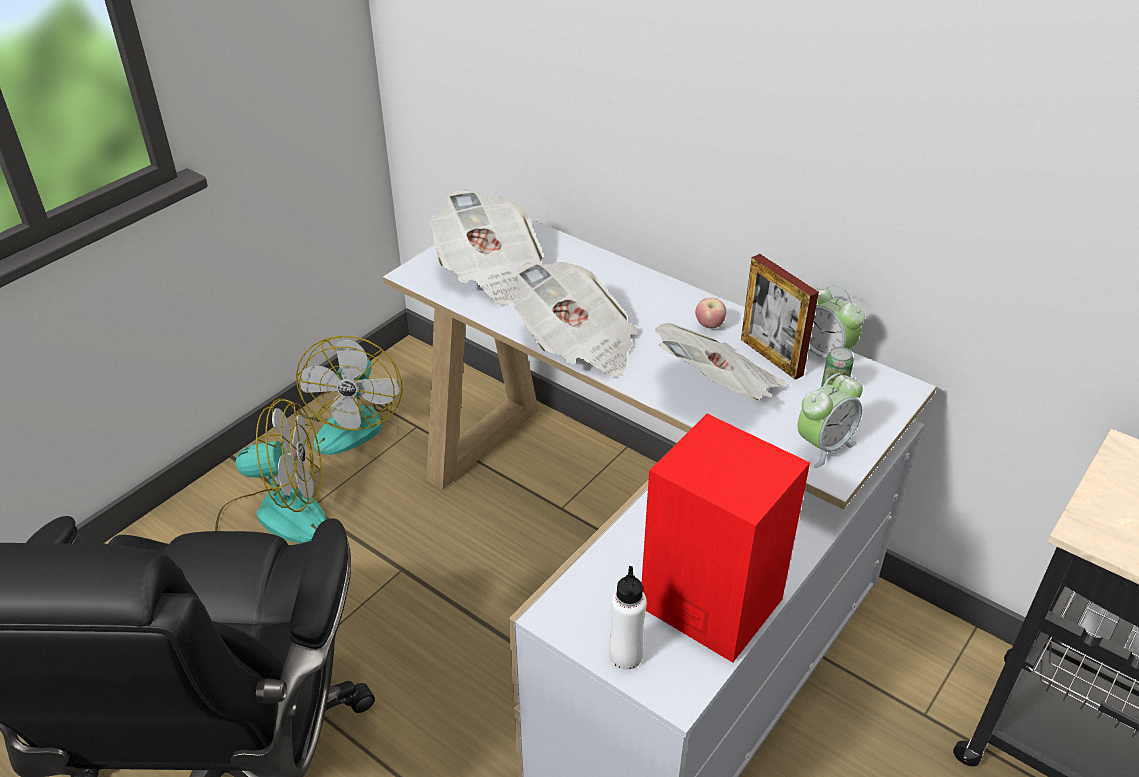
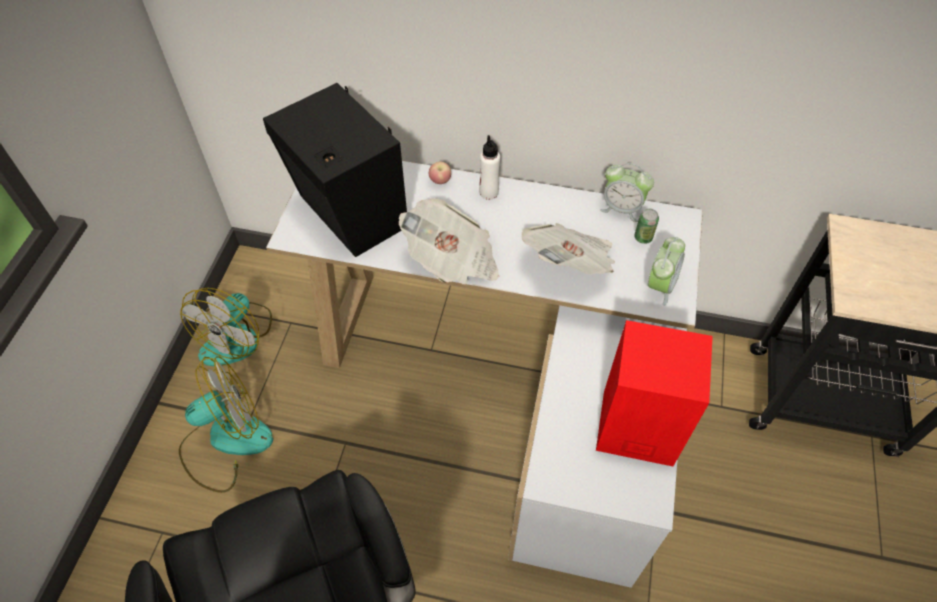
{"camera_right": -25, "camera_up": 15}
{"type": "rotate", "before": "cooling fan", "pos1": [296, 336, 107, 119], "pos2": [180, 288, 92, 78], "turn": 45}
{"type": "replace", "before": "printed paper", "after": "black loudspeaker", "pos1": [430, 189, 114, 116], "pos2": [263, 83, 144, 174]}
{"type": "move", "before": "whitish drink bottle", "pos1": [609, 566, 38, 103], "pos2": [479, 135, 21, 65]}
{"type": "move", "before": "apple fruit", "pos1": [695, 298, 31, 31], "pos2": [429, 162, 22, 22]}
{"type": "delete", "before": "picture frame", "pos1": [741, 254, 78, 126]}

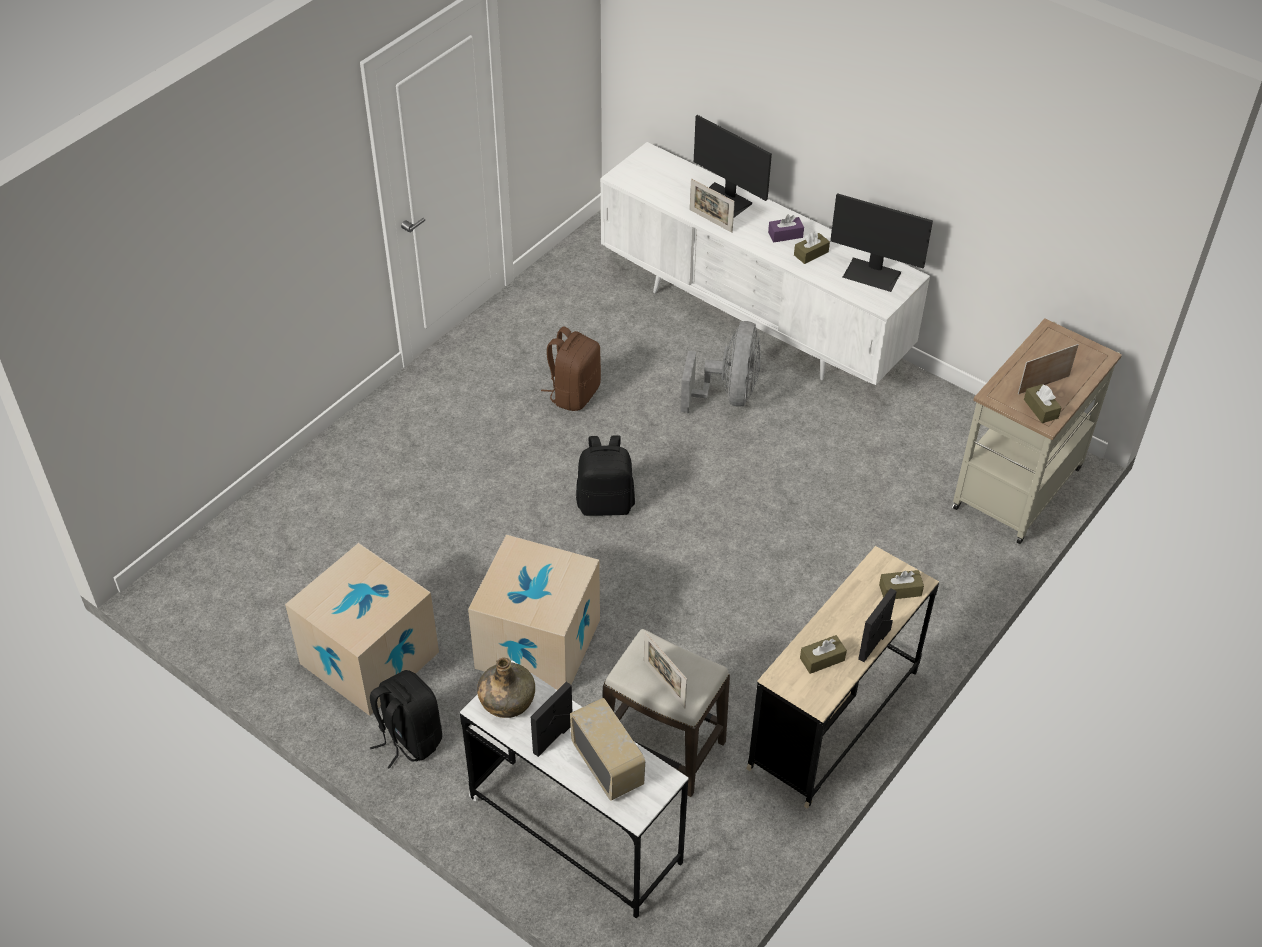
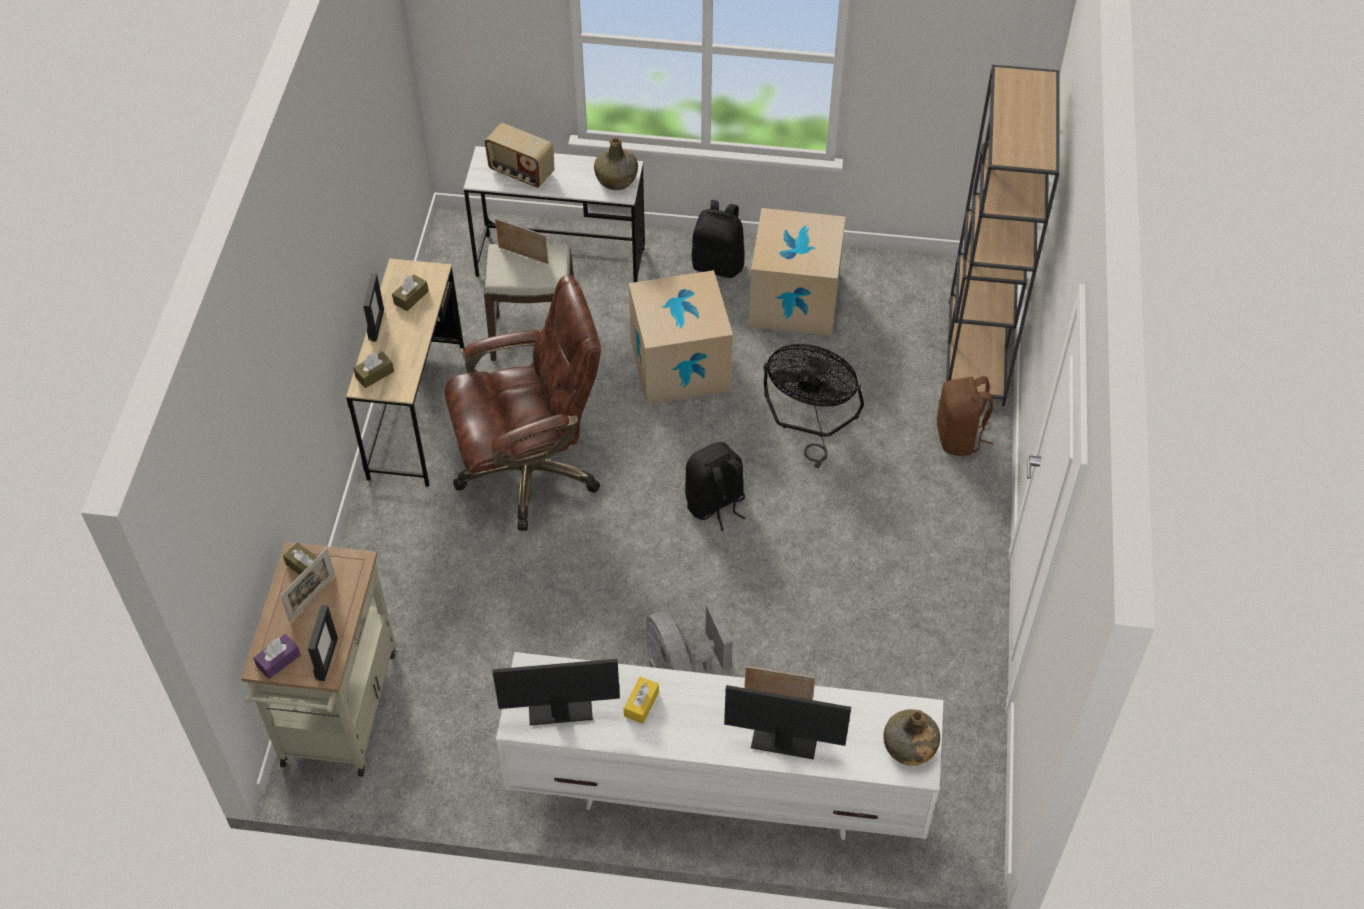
{"camera_right": 150, "camera_up": 5}
{"type": "move", "before": "picture frame", "pos1": [531, 682, 41, 75], "pos2": [308, 605, 30, 76]}
{"type": "move", "before": "brownish backpack", "pos1": [541, 326, 60, 85], "pos2": [937, 376, 57, 80]}
{"type": "move", "before": "purple-coloured tissue box", "pos1": [768, 215, 36, 28], "pos2": [253, 634, 48, 45]}
{"type": "recolor", "before": "brownish tissue box", "after": "yellow tissue box", "pos1": [794, 231, 36, 33], "pos2": [624, 677, 35, 47]}
{"type": "insert", "after": "brownish computer chair", "pos2": [445, 275, 156, 256]}
{"type": "insert", "after": "black cooling fan", "pos2": [763, 344, 101, 124]}
{"type": "insert", "after": "green drink bottle", "pos2": [883, 709, 57, 57]}
{"type": "insert", "after": "bookcase", "pos2": [946, 65, 114, 341]}

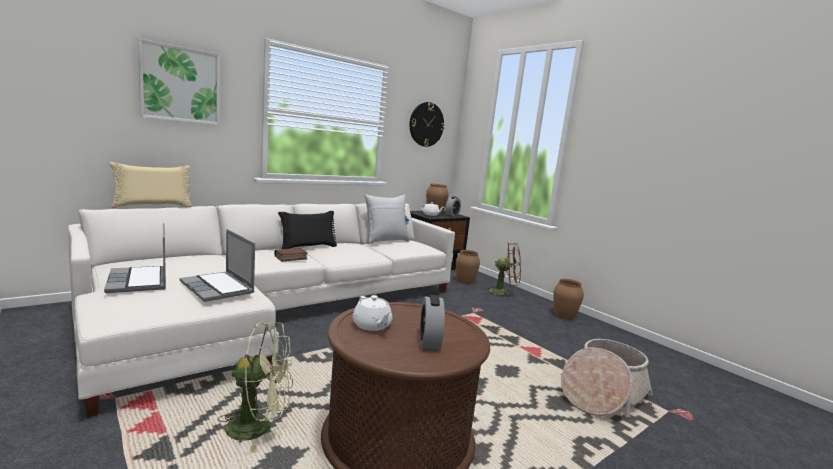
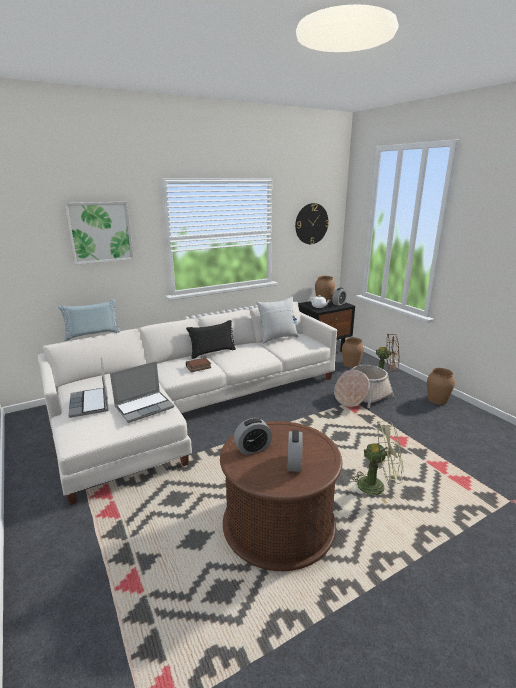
{"camera_right": 10, "camera_up": 10}
{"type": "recolor", "before": "beige throw pillow", "after": "bluish throw pillow", "pos1": [109, 162, 83, 46], "pos2": [58, 299, 63, 42]}
{"type": "rotate", "before": "portable computer", "pos1": [179, 229, 76, 73], "pos2": [110, 361, 64, 62], "turn": -90}
{"type": "move", "before": "green cooling fan", "pos1": [218, 322, 75, 131], "pos2": [349, 421, 55, 83]}
{"type": "replace", "before": "whitish tea pot", "after": "bedside clock", "pos1": [353, 295, 39, 36], "pos2": [234, 418, 38, 37]}
{"type": "move", "before": "storage basket", "pos1": [561, 339, 92, 79], "pos2": [334, 365, 61, 43]}

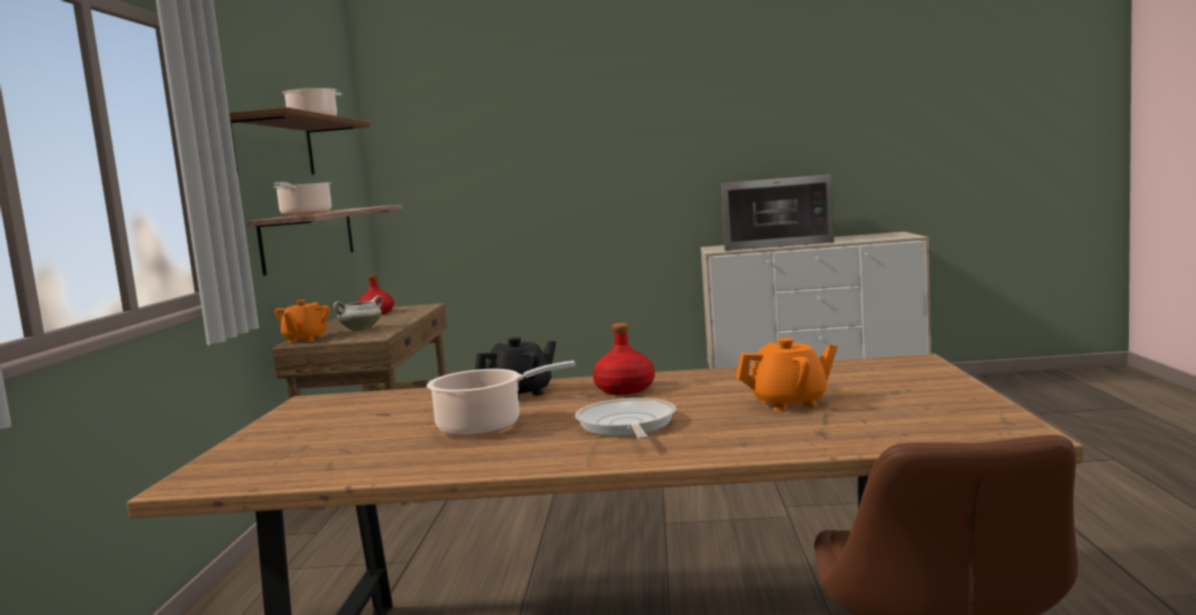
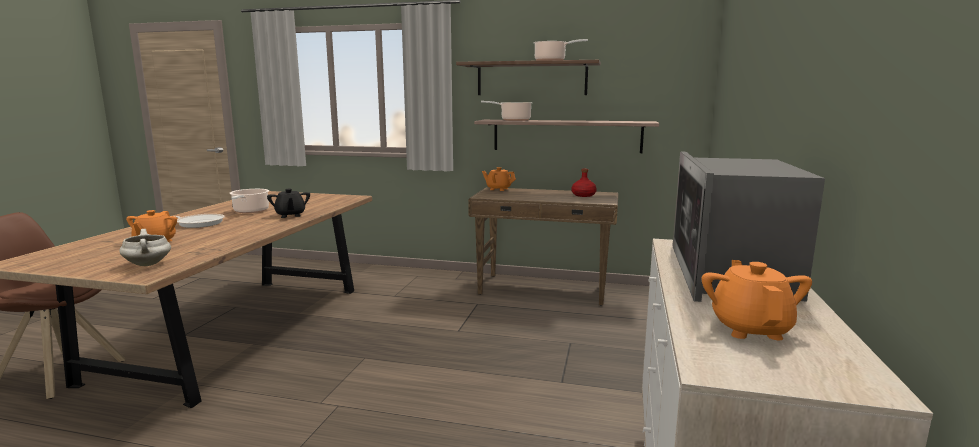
{"camera_right": 100, "camera_up": 5}
{"type": "move", "before": "whitish saucepot", "pos1": [333, 295, 50, 36], "pos2": [119, 229, 52, 37]}
{"type": "delete", "before": "red drink bottle", "pos1": [593, 323, 62, 72]}
{"type": "insert", "after": "orangey tea pot", "pos2": [702, 260, 110, 80]}

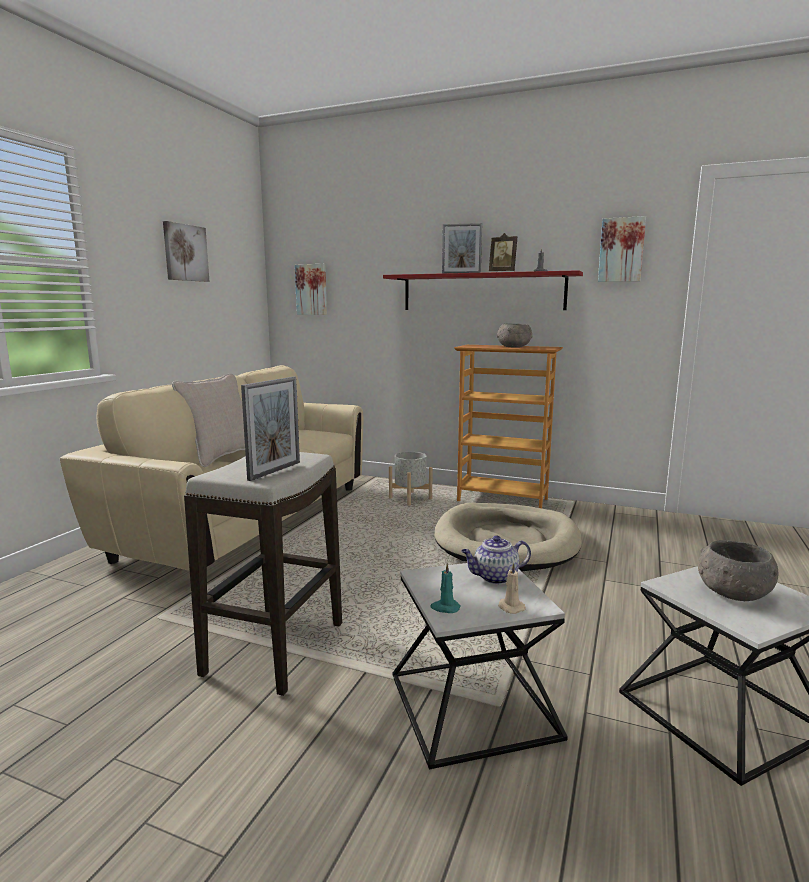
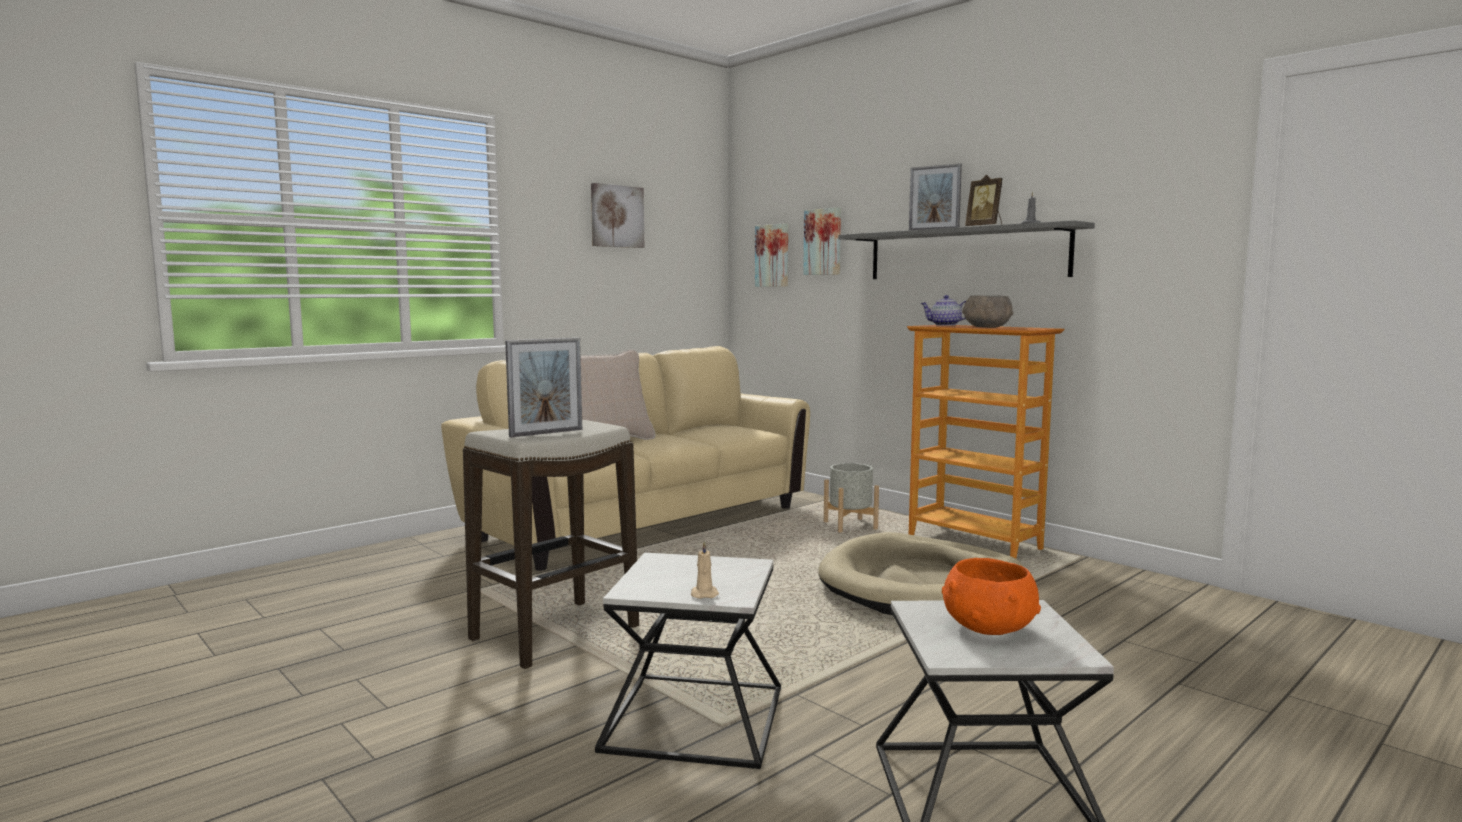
{"camera_right": 25, "camera_up": -5}
{"type": "recolor", "before": "red shelf", "after": "grey shelf", "pos1": [383, 270, 200, 40], "pos2": [838, 220, 257, 59]}
{"type": "delete", "before": "turquoise wax candle", "pos1": [430, 563, 30, 50]}
{"type": "move", "before": "tea pot", "pos1": [461, 536, 70, 48], "pos2": [920, 295, 46, 31]}
{"type": "move", "before": "wall art", "pos1": [598, 216, 48, 66], "pos2": [803, 207, 38, 68]}
{"type": "recolor", "before": "grey deep dish", "after": "orangey deep dish", "pos1": [698, 540, 80, 61], "pos2": [942, 558, 99, 77]}

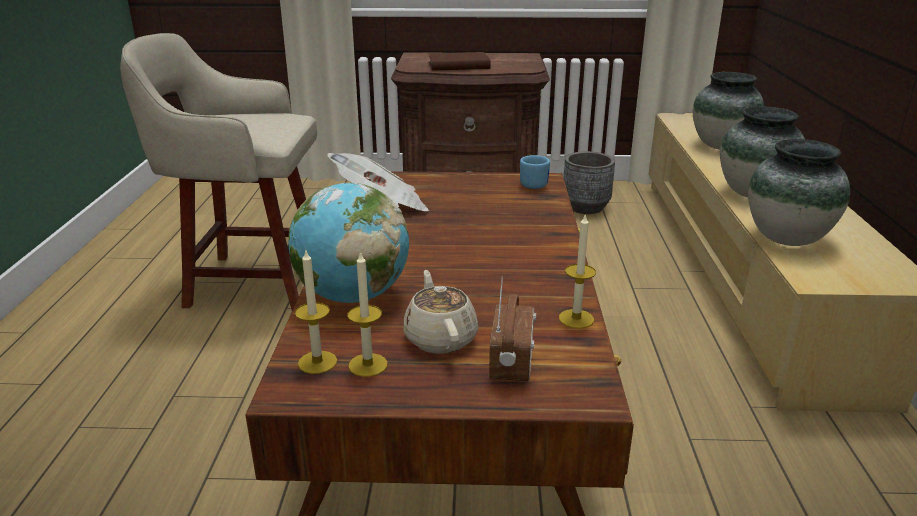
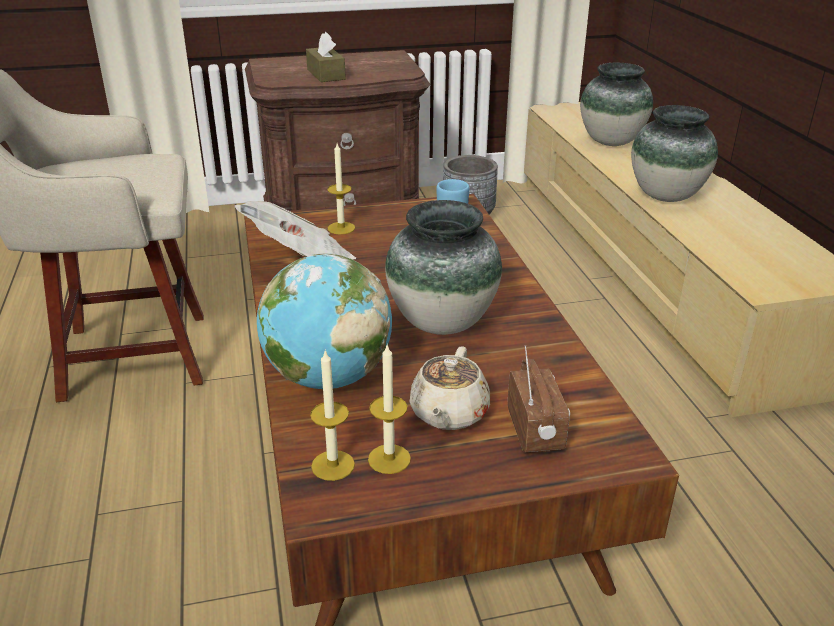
{"camera_right": -15, "camera_up": 5}
{"type": "rotate", "before": "beige tea pot", "pos1": [403, 270, 75, 84], "pos2": [410, 346, 80, 84], "turn": -135}
{"type": "replace", "before": "brownish book", "after": "brownish tissue box", "pos1": [428, 52, 62, 19], "pos2": [306, 32, 40, 50]}
{"type": "move", "before": "wax candle", "pos1": [559, 213, 37, 116], "pos2": [327, 143, 28, 92]}
{"type": "move", "before": "flower vase", "pos1": [748, 139, 102, 107], "pos2": [385, 200, 117, 135]}

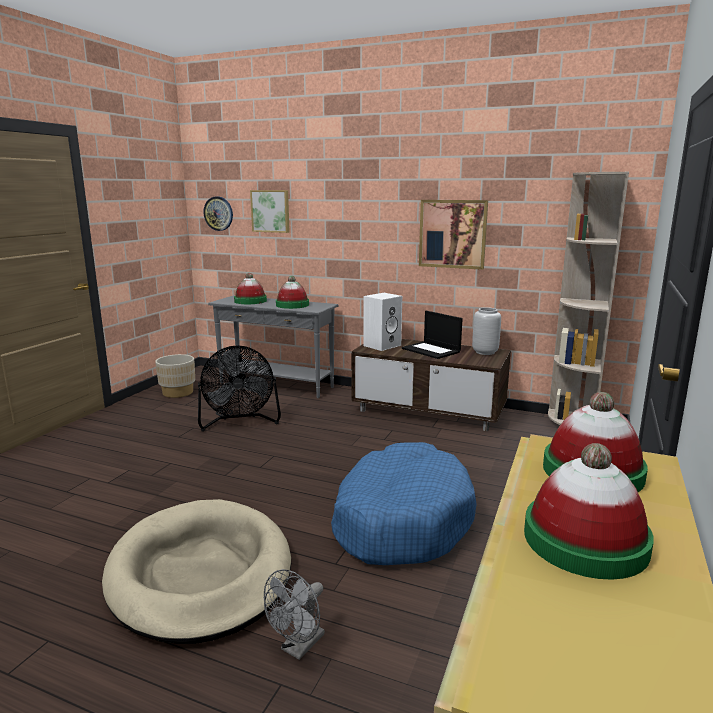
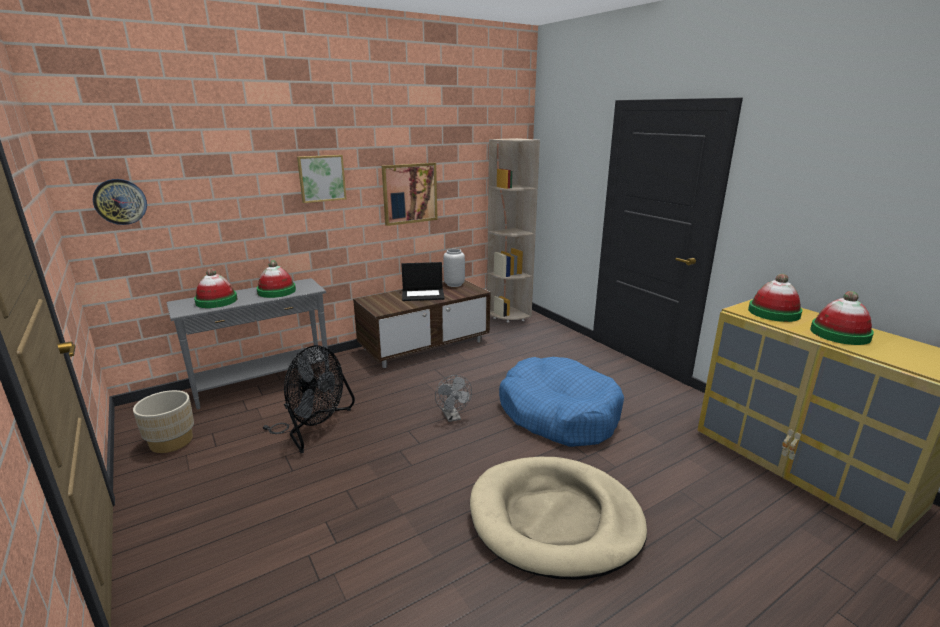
{"camera_right": -55, "camera_up": 5}
{"type": "move", "before": "wall art", "pos1": [250, 190, 40, 43], "pos2": [297, 155, 49, 48]}
{"type": "move", "before": "grey cooling fan", "pos1": [264, 569, 61, 91], "pos2": [435, 375, 37, 47]}
{"type": "delete", "before": "whitish loudspeaker", "pos1": [363, 293, 39, 58]}

